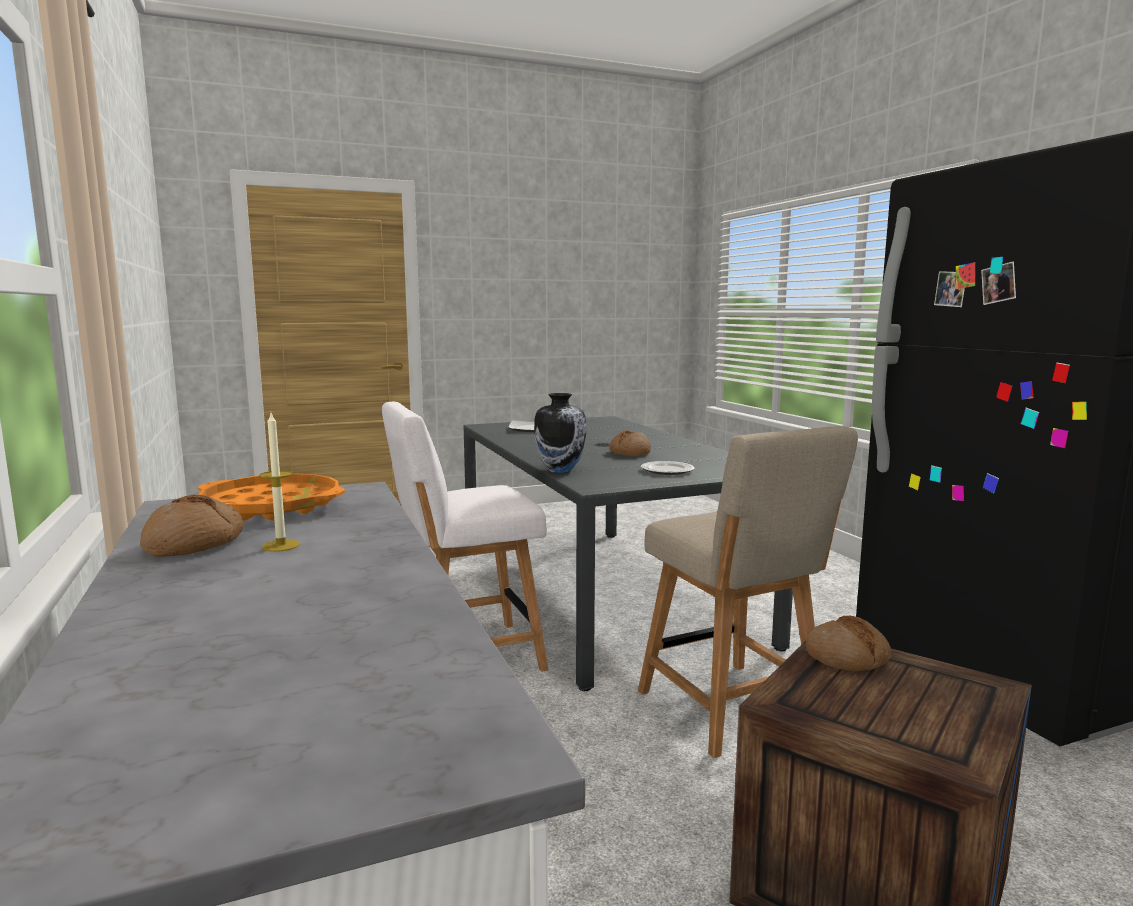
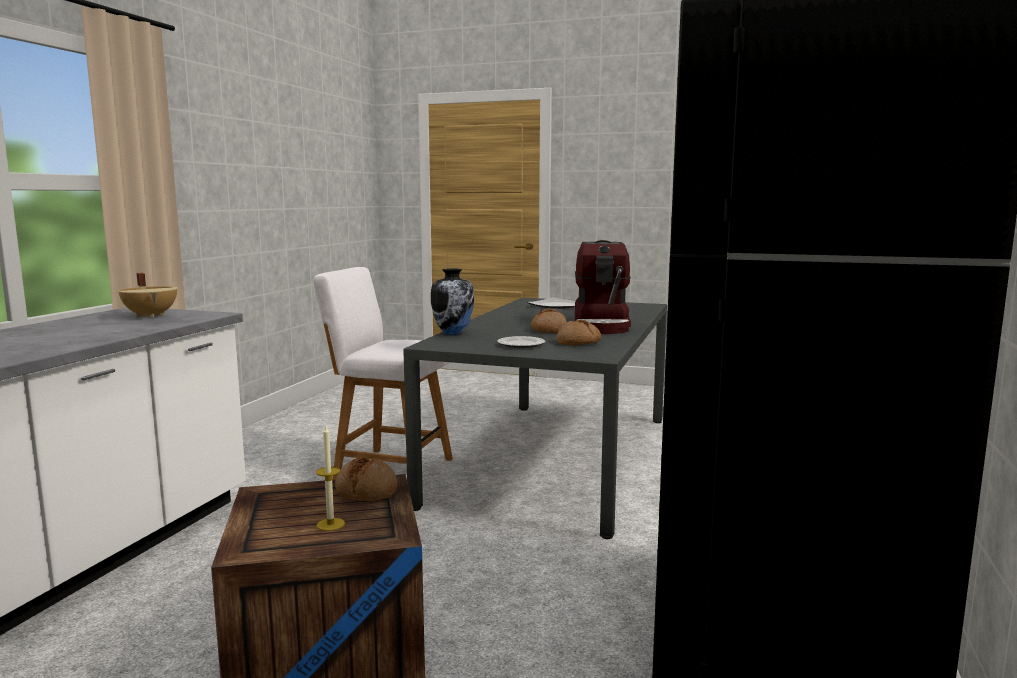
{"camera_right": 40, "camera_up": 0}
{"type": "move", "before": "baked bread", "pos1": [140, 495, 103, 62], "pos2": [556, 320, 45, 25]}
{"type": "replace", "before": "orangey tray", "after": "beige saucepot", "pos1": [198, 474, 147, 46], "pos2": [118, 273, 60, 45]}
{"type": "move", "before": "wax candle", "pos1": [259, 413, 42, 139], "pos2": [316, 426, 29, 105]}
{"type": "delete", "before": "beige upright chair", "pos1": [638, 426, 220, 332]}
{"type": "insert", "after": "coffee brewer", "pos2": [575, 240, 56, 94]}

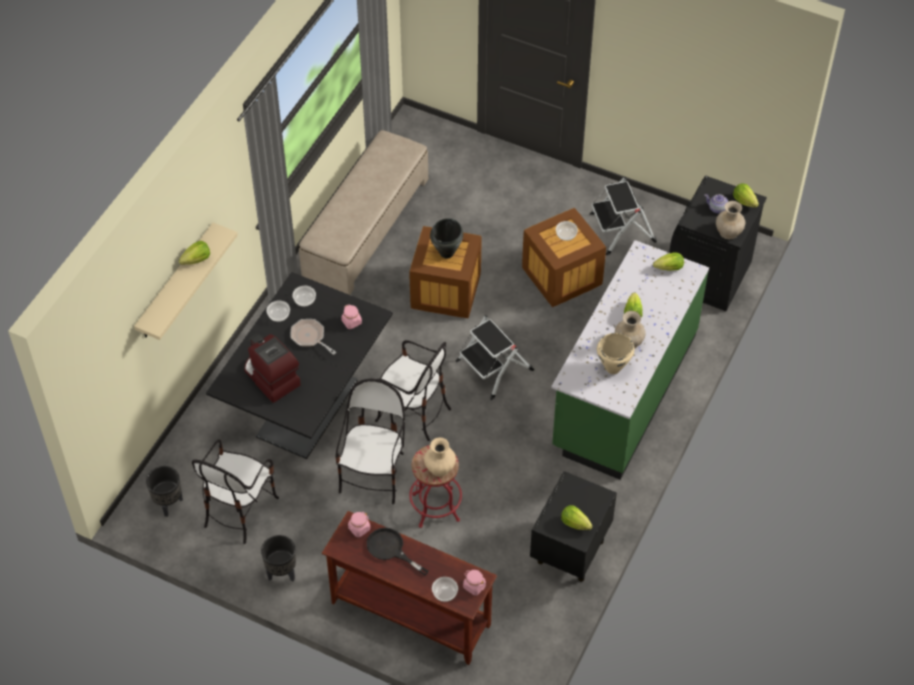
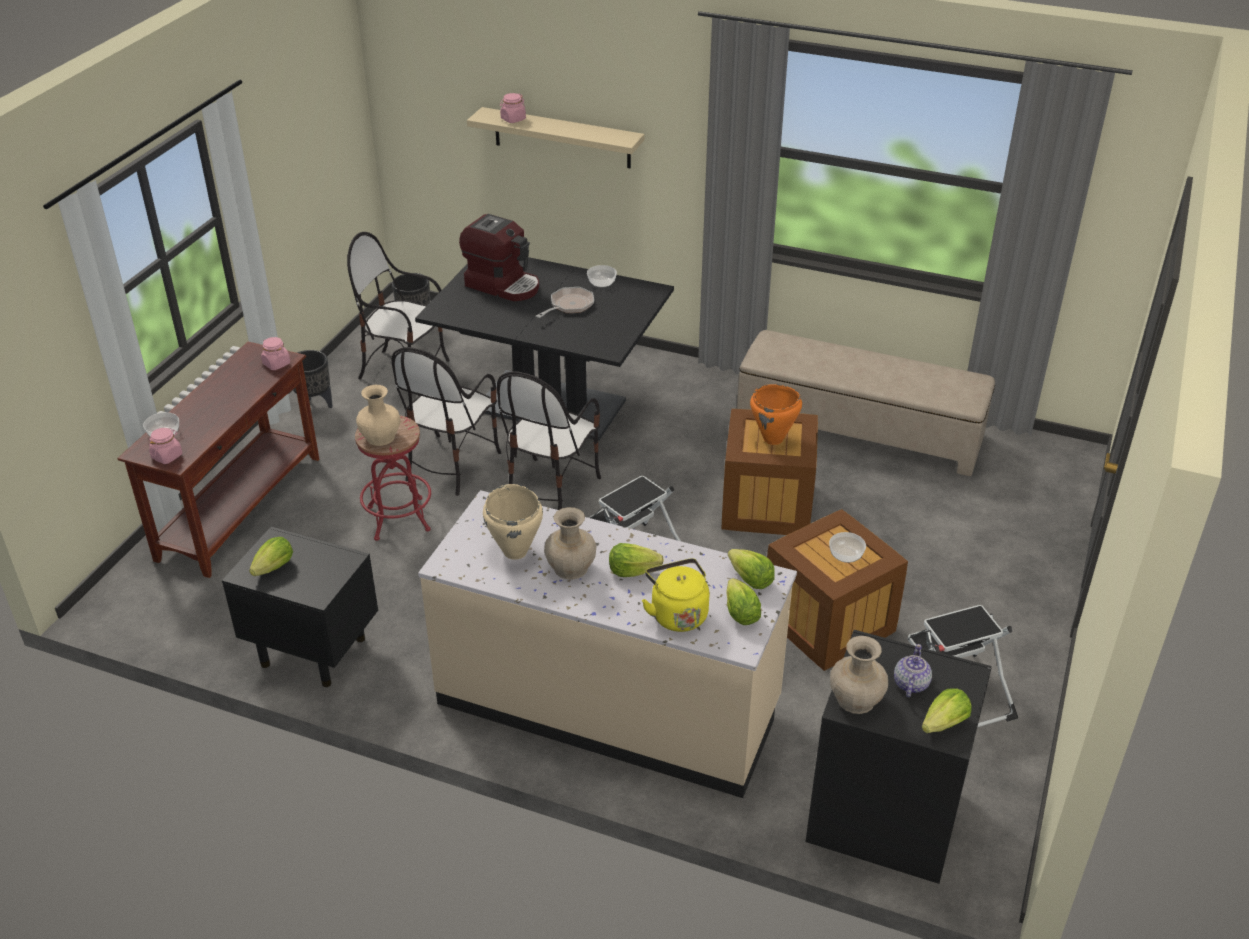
{"camera_right": 85, "camera_up": -15}
{"type": "move", "before": "head of lettuce", "pos1": [179, 241, 31, 24], "pos2": [728, 549, 47, 40]}
{"type": "rotate", "before": "coffee brewer", "pos1": [244, 334, 57, 69], "pos2": [459, 214, 80, 87], "turn": 75}
{"type": "delete", "before": "deep dish", "pos1": [292, 286, 24, 21]}
{"type": "rotate", "before": "upright chair", "pos1": [335, 379, 70, 125], "pos2": [391, 347, 110, 149], "turn": 105}
{"type": "move", "before": "pinkish jar", "pos1": [341, 304, 21, 25], "pos2": [500, 93, 26, 30]}
{"type": "delete", "before": "black skillet", "pos1": [367, 528, 62, 48]}
{"type": "recolor", "before": "black saucepot", "after": "orangey saucepot", "pos1": [430, 218, 33, 41], "pos2": [750, 384, 52, 61]}
{"type": "recolor", "before": "green kitchen counter", "after": "beige kitchen counter", "pos1": [551, 240, 158, 240], "pos2": [418, 490, 379, 308]}
{"type": "insert", "after": "yellow tea kettle", "pos2": [642, 558, 67, 74]}

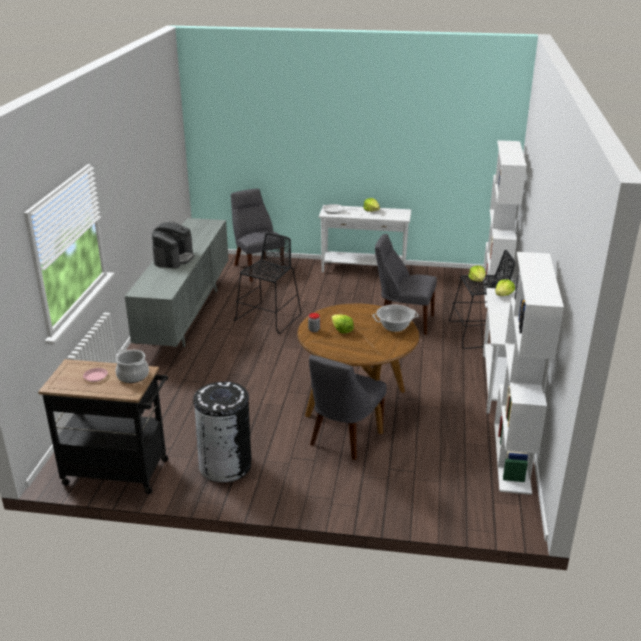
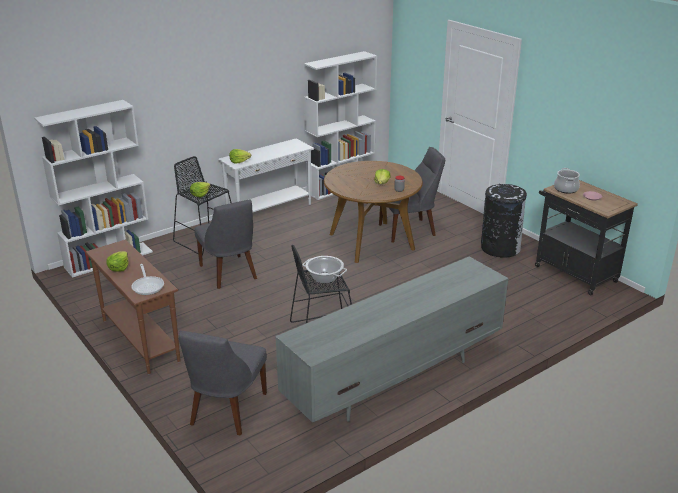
{"camera_right": -135, "camera_up": 0}
{"type": "delete", "before": "coffee brewer", "pos1": [152, 222, 42, 47]}
{"type": "recolor", "before": "whitish narrow table", "after": "brownish narrow table", "pos1": [319, 205, 92, 68], "pos2": [86, 240, 95, 134]}
{"type": "move", "before": "saucepot", "pos1": [372, 305, 47, 27], "pos2": [303, 256, 44, 28]}

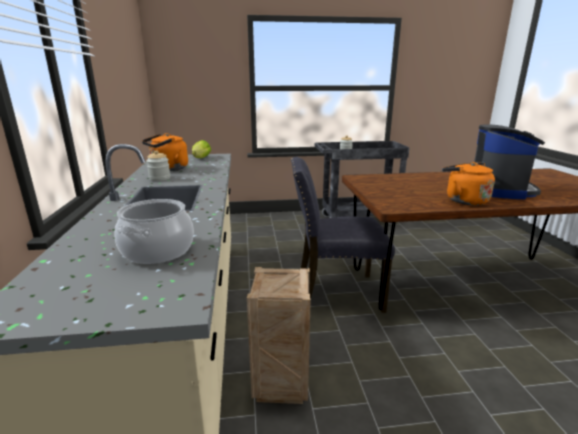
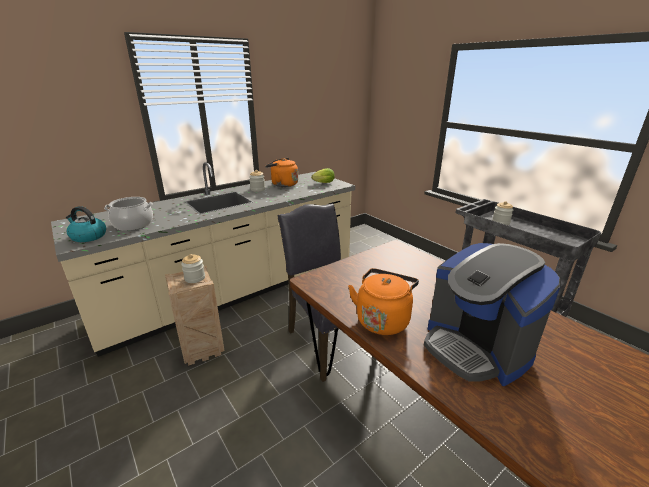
{"camera_right": 60, "camera_up": 5}
{"type": "rotate", "before": "coffee brewer", "pos1": [474, 124, 71, 75], "pos2": [424, 243, 137, 143], "turn": 75}
{"type": "insert", "after": "tea kettle", "pos2": [66, 206, 40, 36]}
{"type": "insert", "after": "jar", "pos2": [181, 254, 24, 29]}

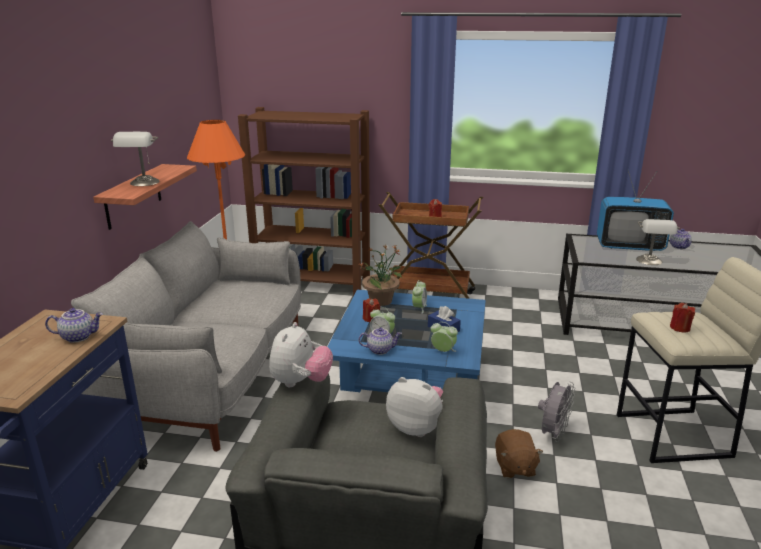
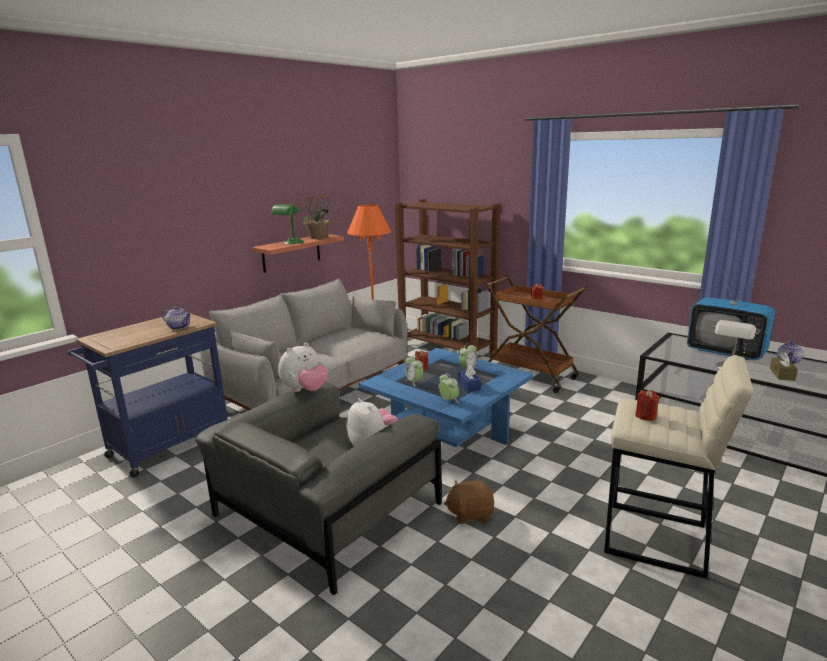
{"camera_right": 30, "camera_up": -5}
{"type": "recolor", "before": "whitish lamp for a table", "after": "green lamp for a table", "pos1": [111, 132, 49, 54], "pos2": [271, 204, 33, 40]}
{"type": "delete", "before": "tea pot", "pos1": [358, 327, 44, 28]}
{"type": "move", "before": "potted plant", "pos1": [359, 244, 43, 62], "pos2": [297, 194, 41, 45]}
{"type": "rotate", "before": "brownish cuddly toy", "pos1": [495, 429, 48, 49], "pos2": [444, 480, 50, 44], "turn": 60}
{"type": "delete", "before": "grey cooling fan", "pos1": [538, 382, 37, 60]}
{"type": "insert", "after": "brownish tissue box", "pos2": [770, 352, 28, 29]}

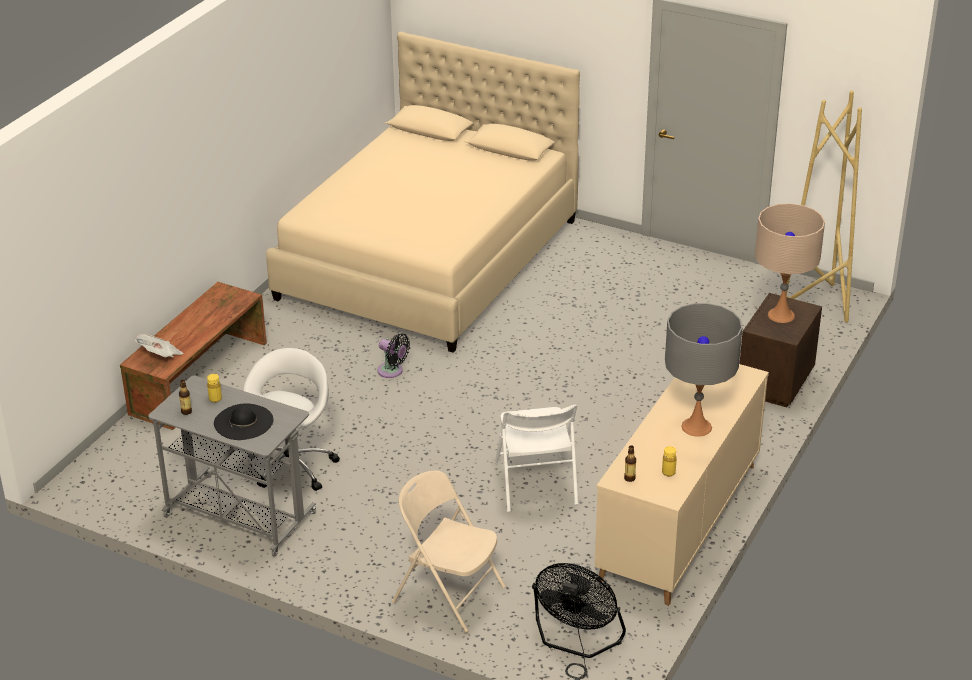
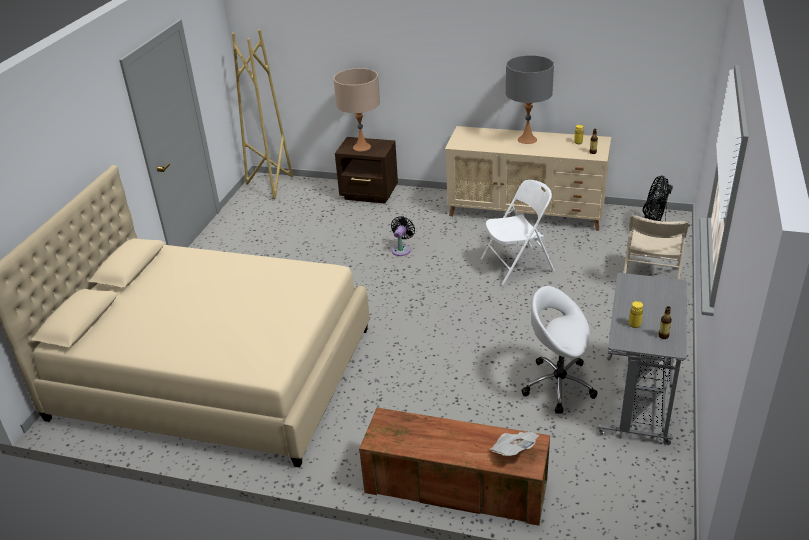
{"camera_right": -100, "camera_up": 0}
{"type": "delete", "before": "black hat", "pos1": [214, 403, 59, 37]}
{"type": "move", "before": "black cooling fan", "pos1": [377, 334, 33, 44], "pos2": [391, 216, 24, 40]}

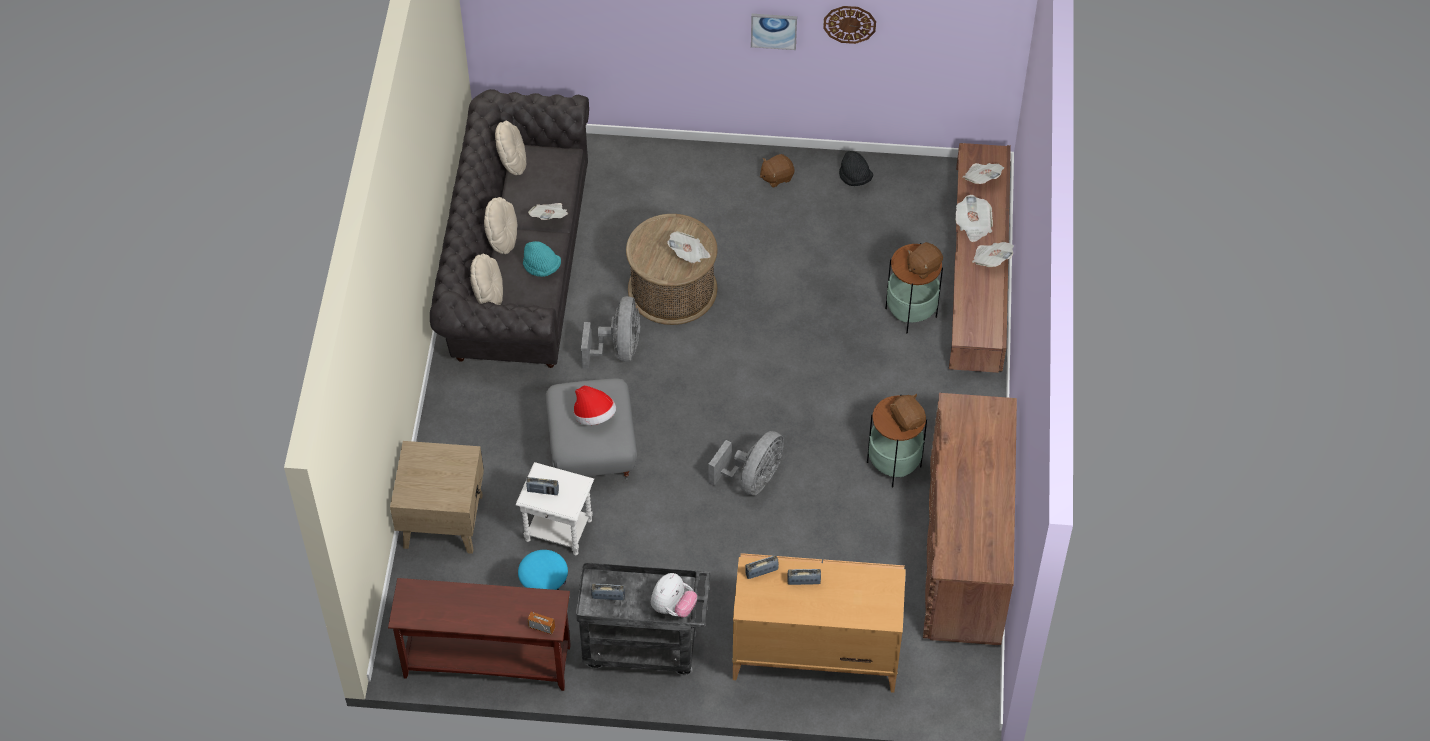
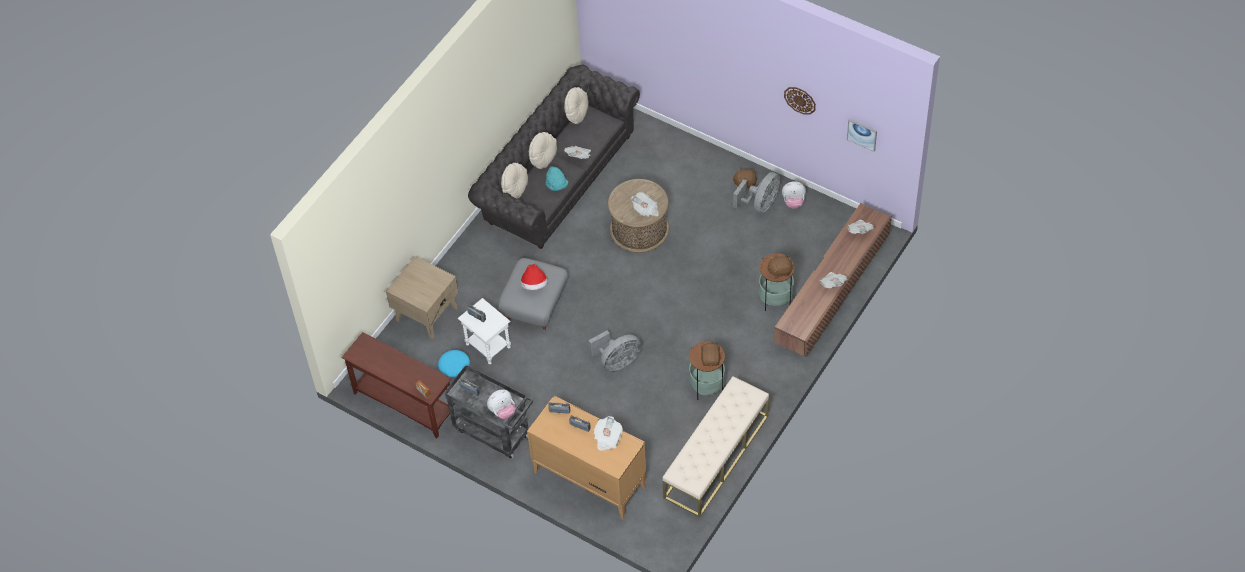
{"camera_right": 30, "camera_up": 0}
{"type": "move", "before": "grey cooling fan", "pos1": [581, 296, 60, 73], "pos2": [733, 172, 47, 41]}
{"type": "move", "before": "wall art", "pos1": [751, 14, 46, 36], "pos2": [847, 119, 30, 33]}
{"type": "replace", "before": "black hat", "after": "cuddly toy", "pos1": [839, 151, 34, 35], "pos2": [782, 181, 24, 28]}
{"type": "replace", "before": "brownish chest of drawers", "after": "beige bench", "pos1": [923, 393, 94, 252], "pos2": [663, 376, 106, 141]}
{"type": "move", "before": "printed paper", "pos1": [955, 195, 38, 47], "pos2": [593, 416, 30, 35]}

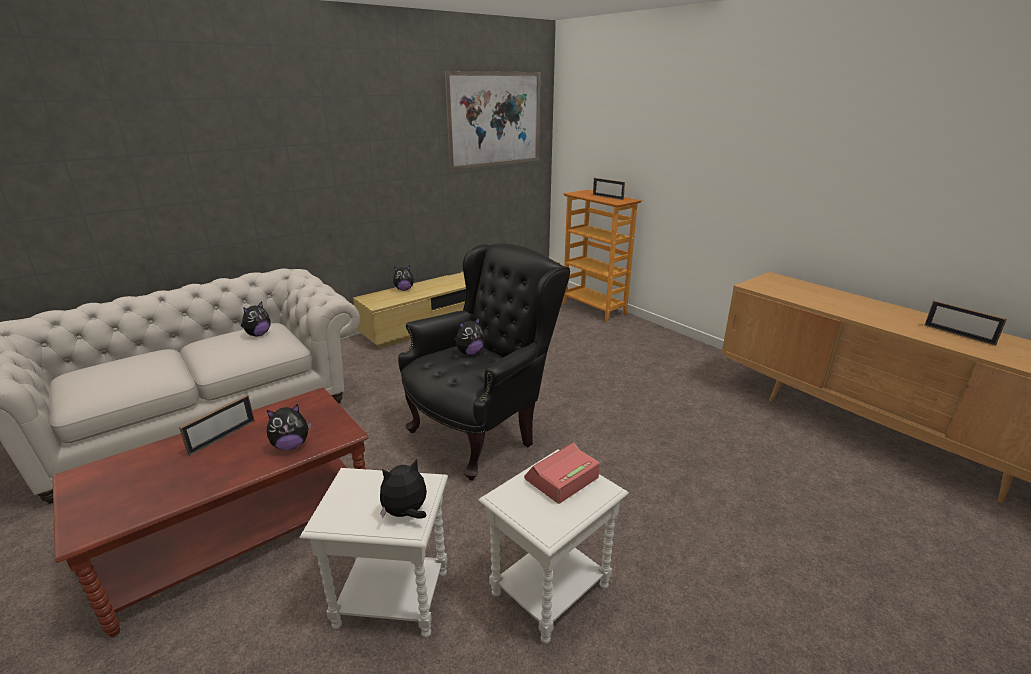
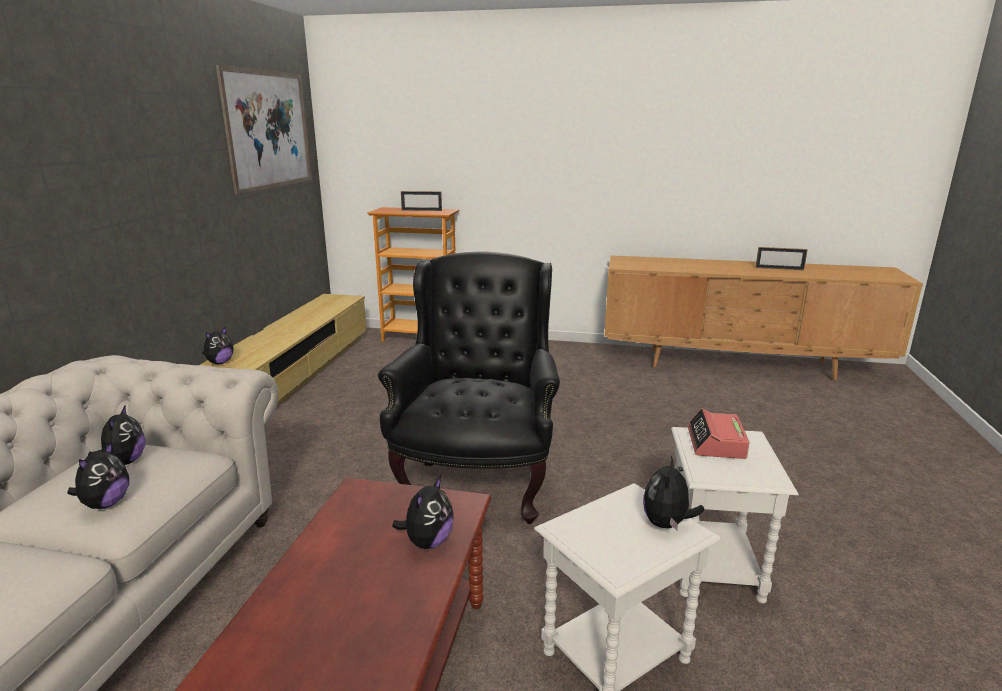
{"camera_right": -40, "camera_up": -5}
{"type": "delete", "before": "picture frame", "pos1": [179, 395, 76, 61]}
{"type": "move", "before": "cuddly toy", "pos1": [454, 317, 31, 38], "pos2": [67, 442, 62, 67]}

